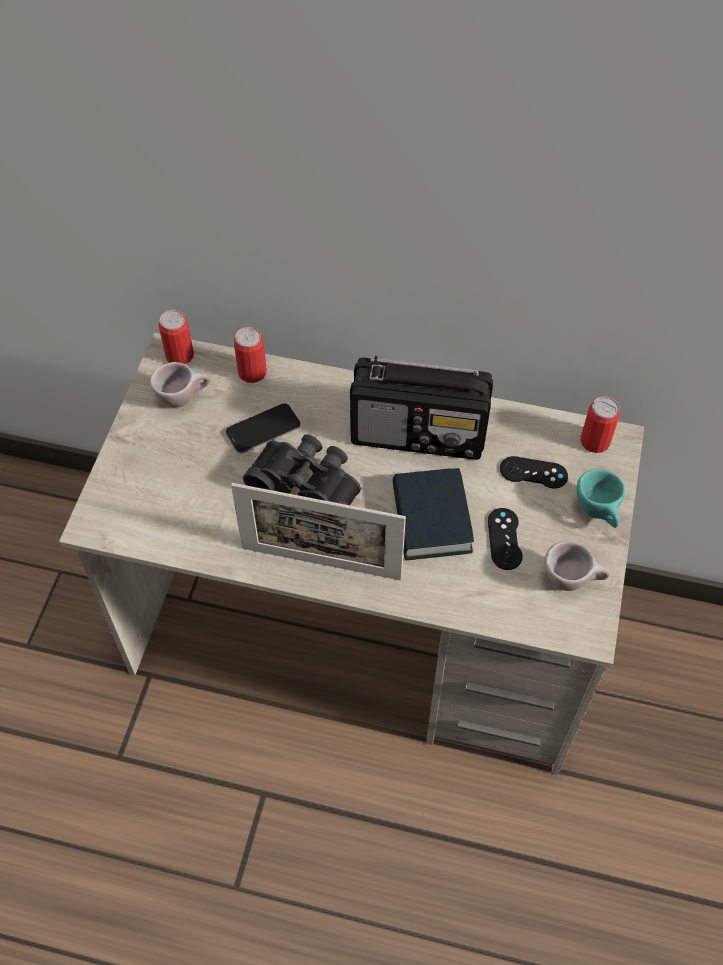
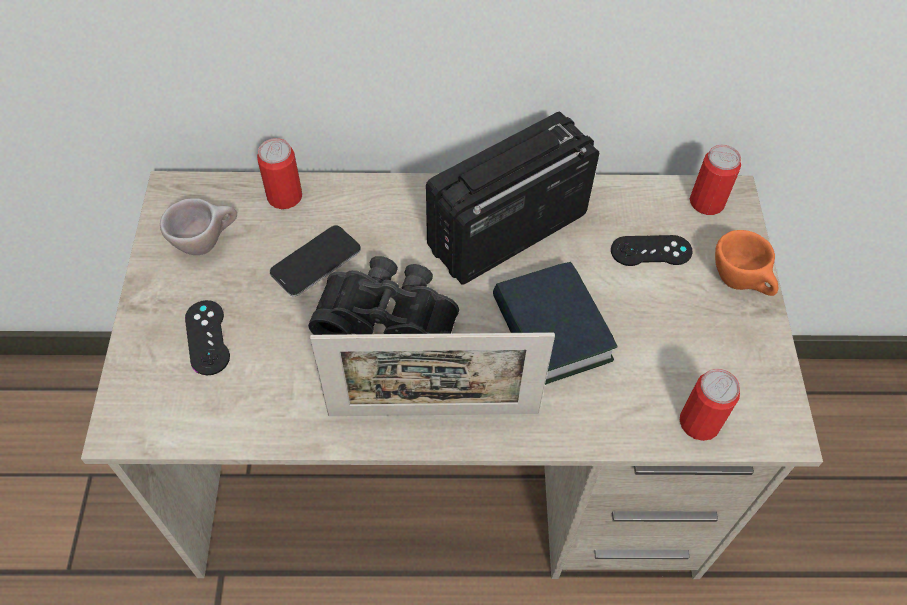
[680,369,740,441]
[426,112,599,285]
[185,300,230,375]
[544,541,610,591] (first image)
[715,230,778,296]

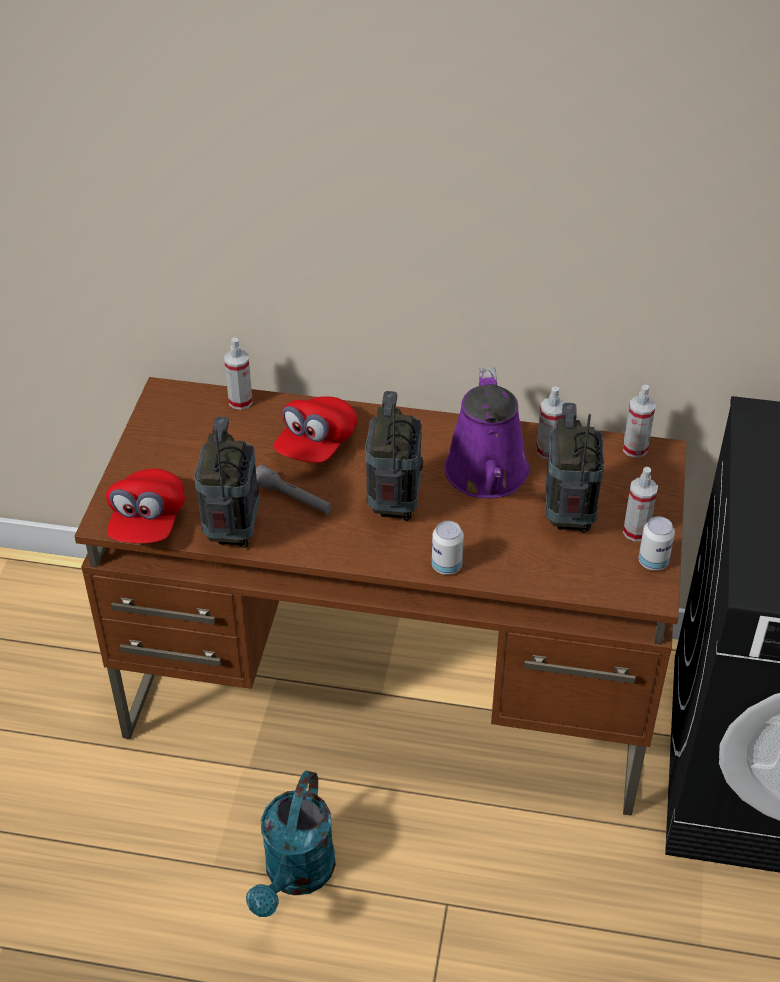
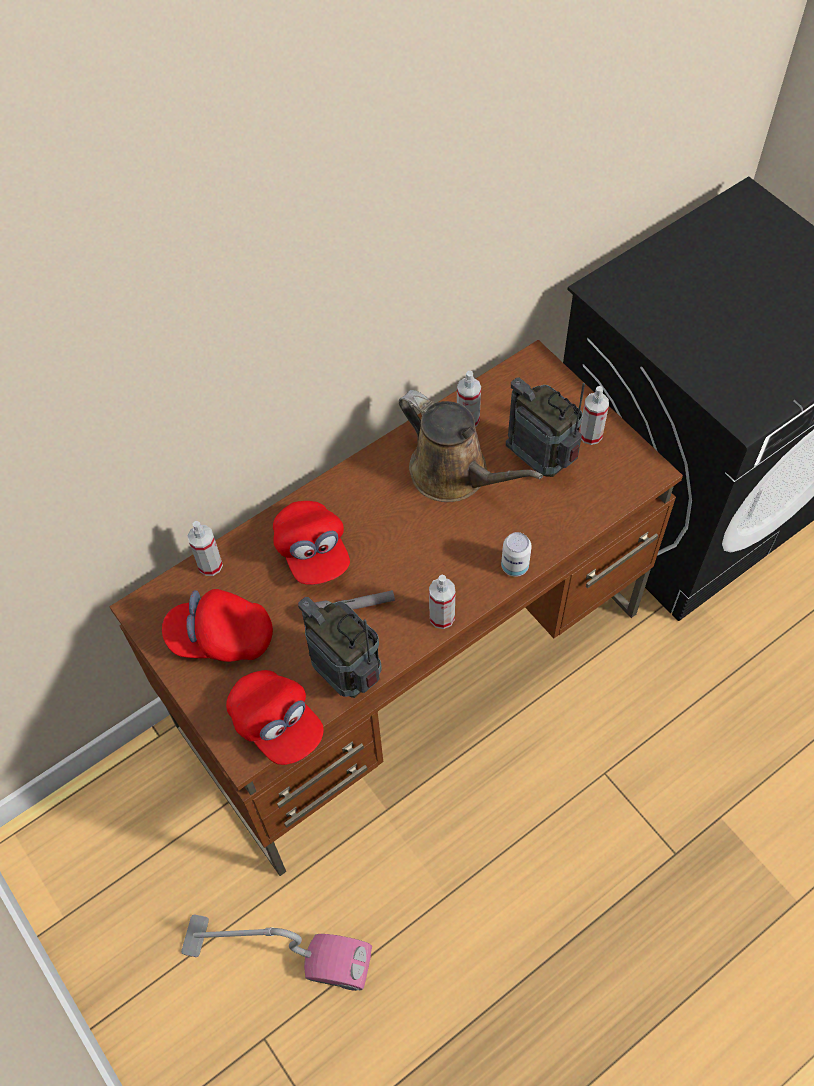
[246,770,336,917] (first image)
[365,391,423,521] (first image)
[399,390,543,502]
[429,575,455,629]
[638,517,675,571] (first image)
[162,589,273,662]
[181,914,372,991]

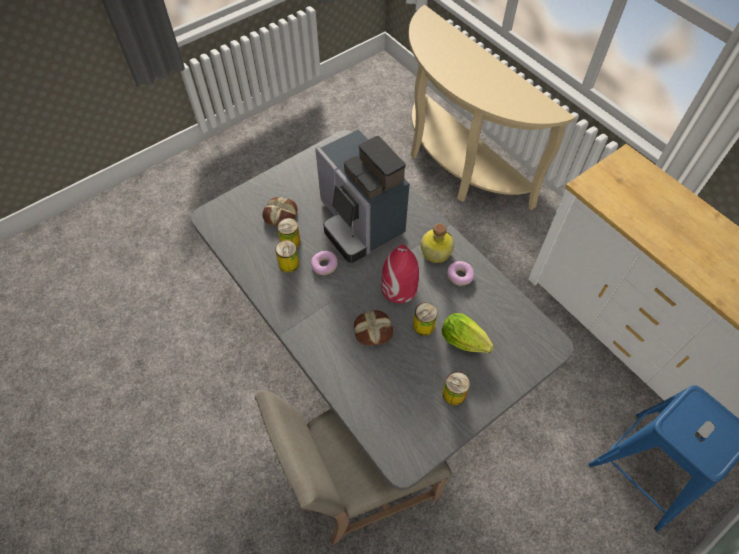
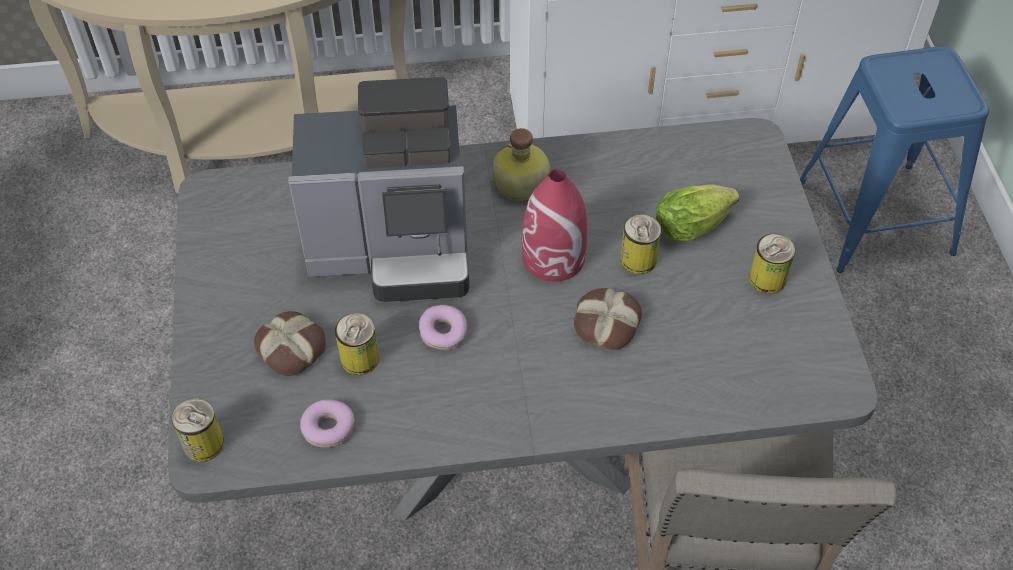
[172,398,224,462]
[300,399,355,447]

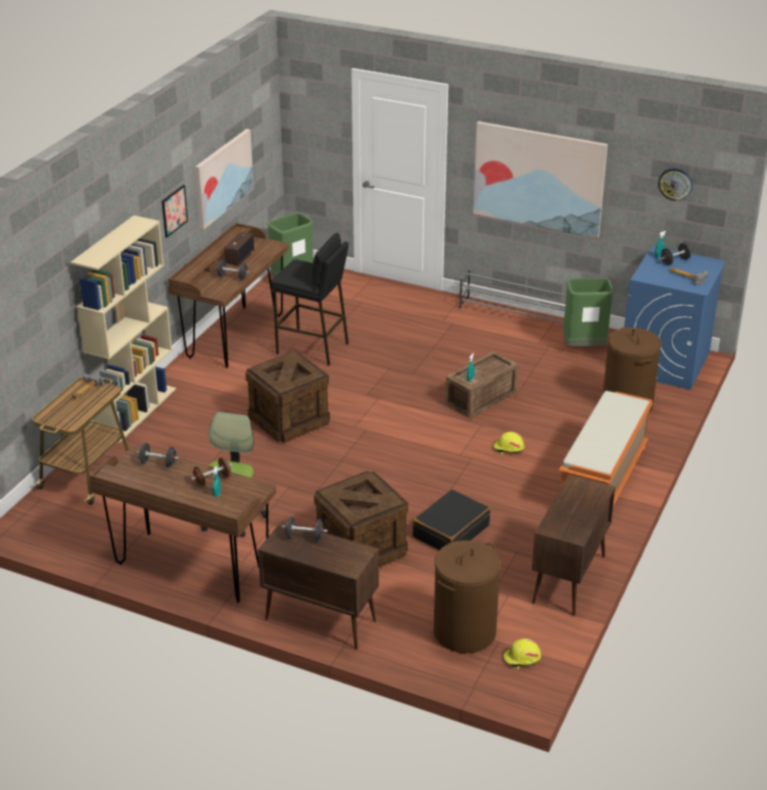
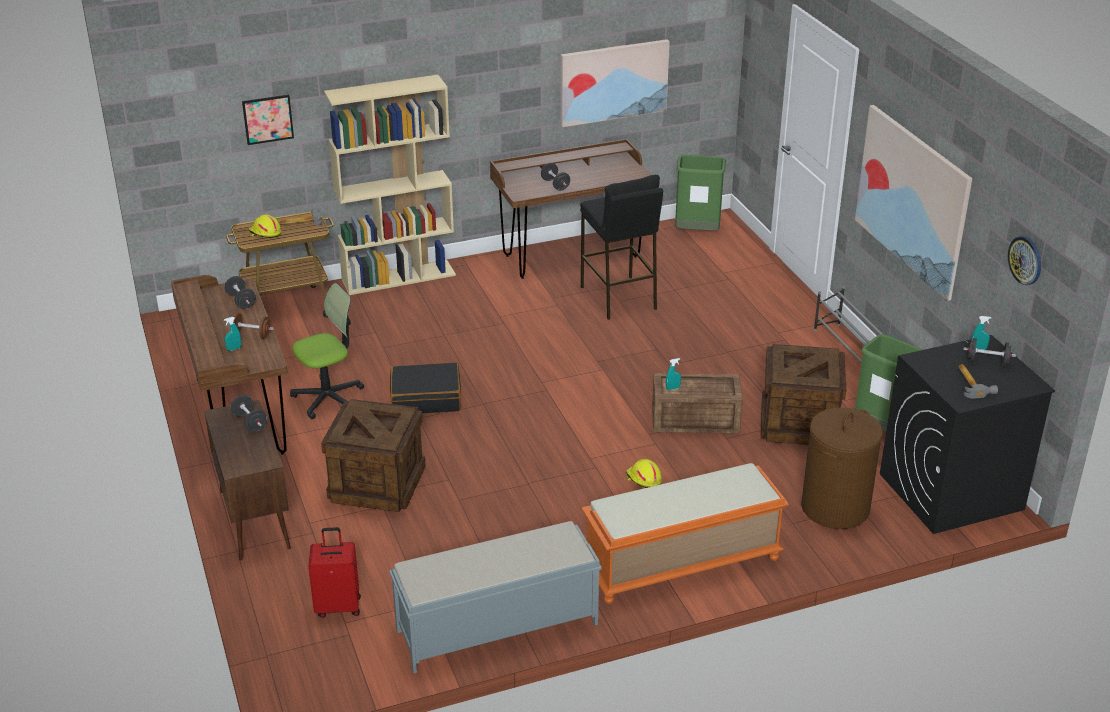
[242,95,294,145]
[225,232,254,266] (first image)
[761,344,846,445]
[390,362,461,414]
[308,527,361,618]
[249,215,281,238]
[389,521,602,673]
[880,335,1055,534]

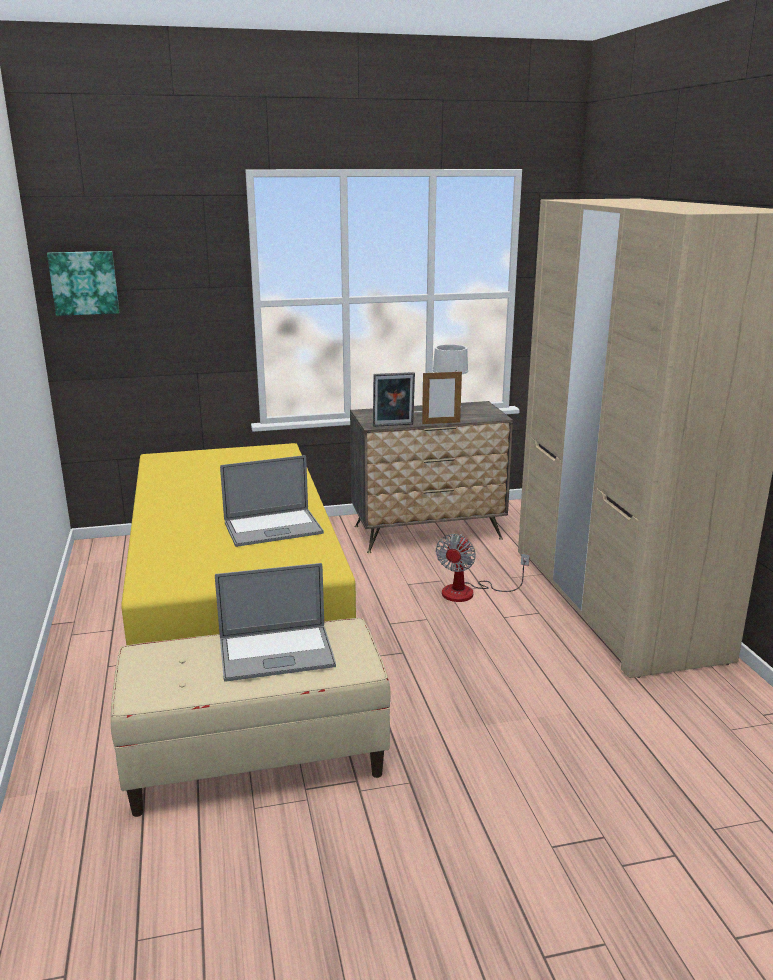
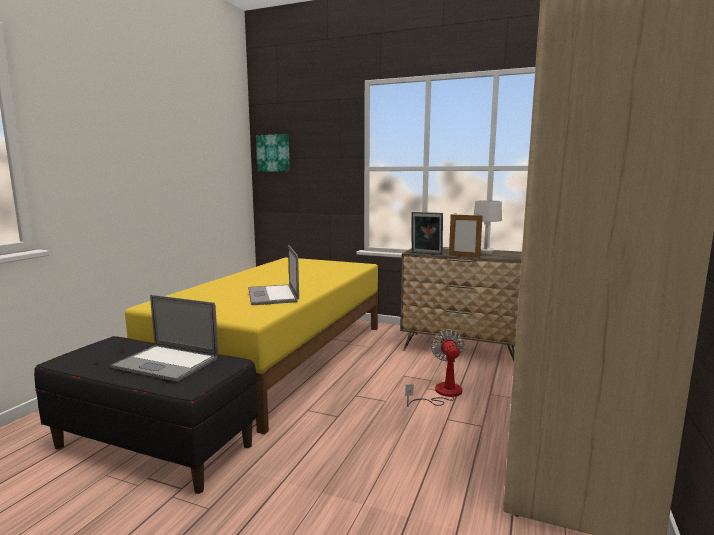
[34,336,258,494]
[248,245,299,305]
[405,329,464,407]

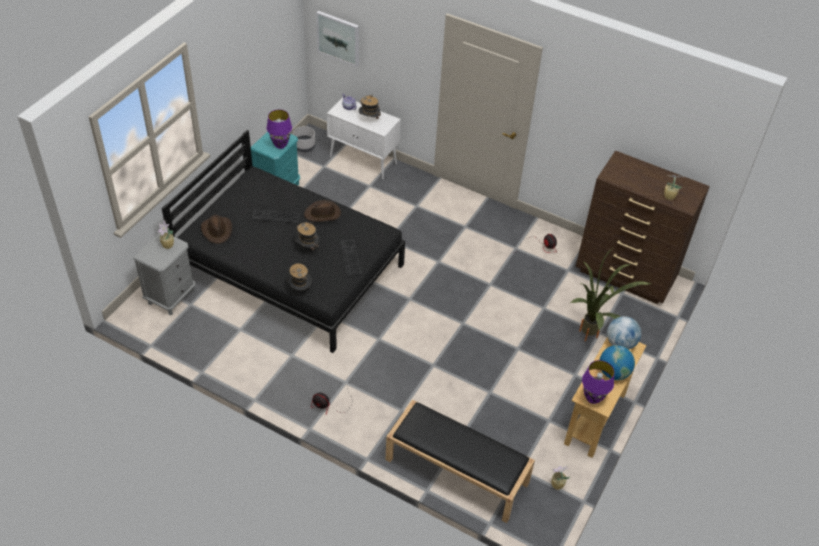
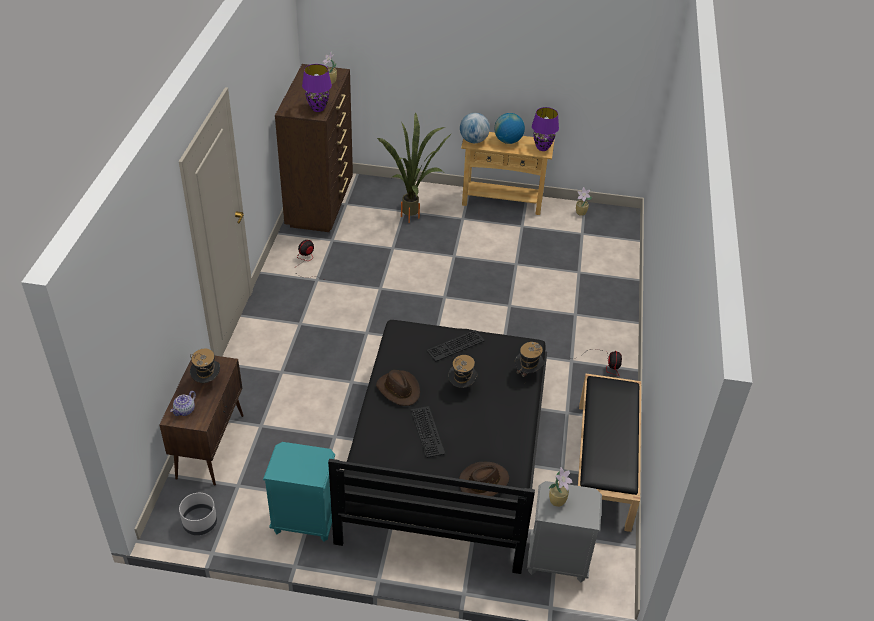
[302,64,332,112]
[316,11,359,67] (first image)
[159,356,244,486]
[578,374,641,532]

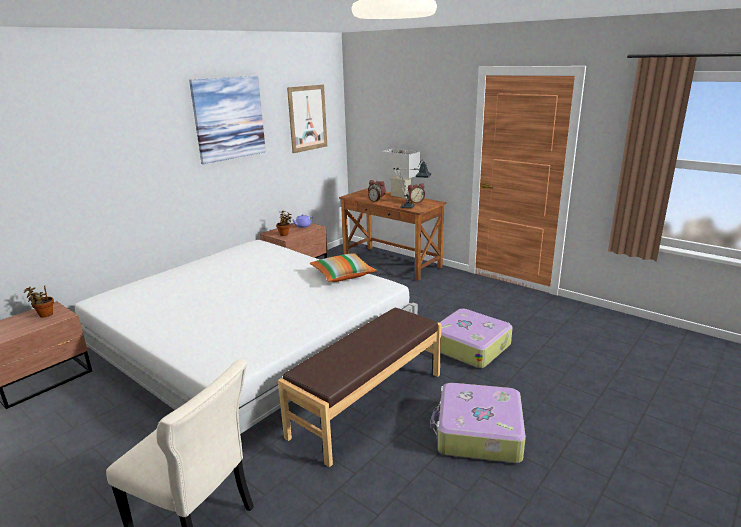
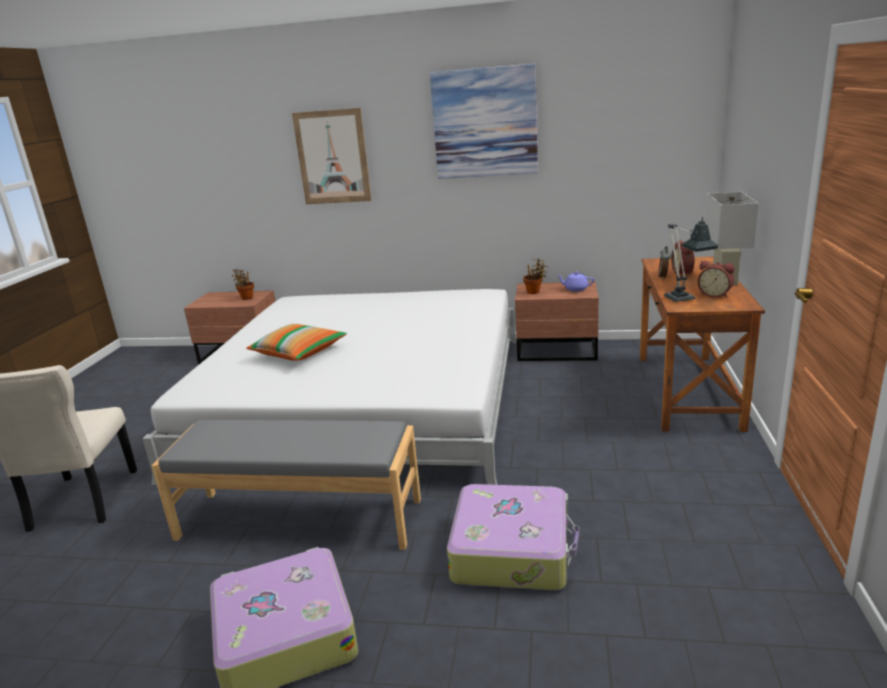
[152,420,421,550]
[292,108,372,204]
[246,324,347,361]

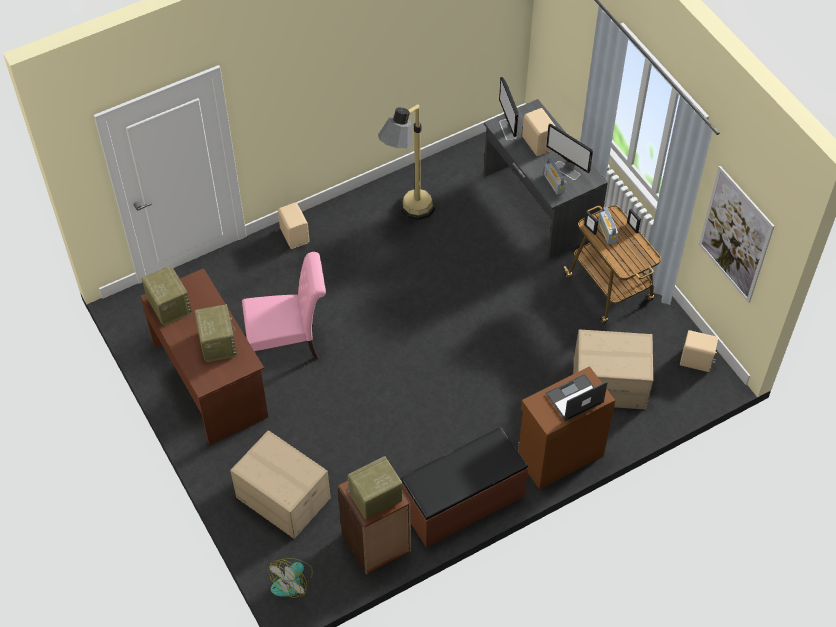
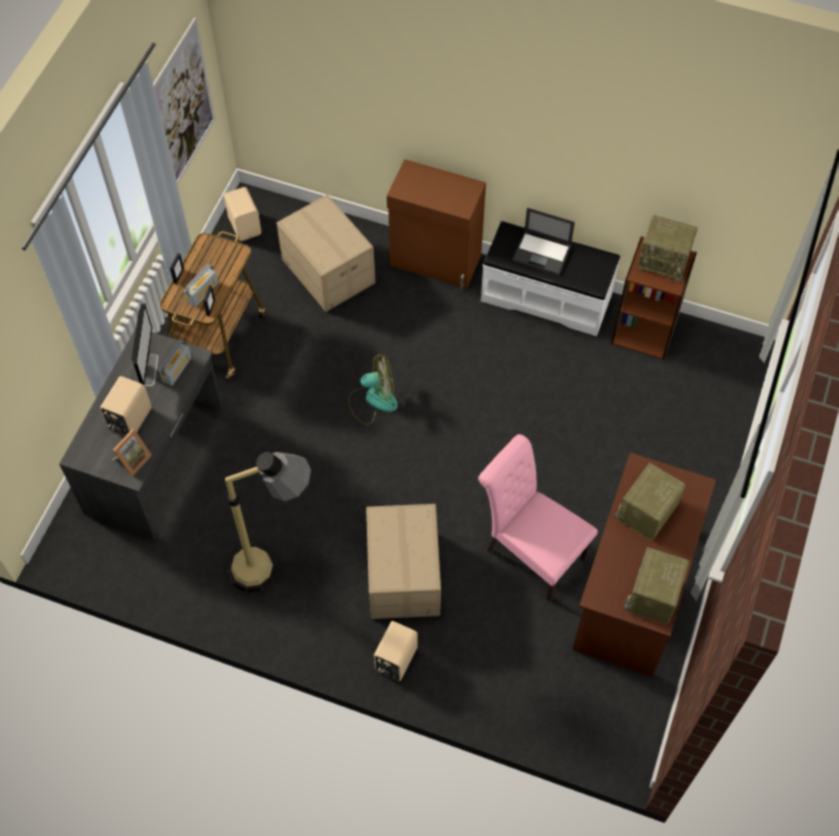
[366,504,441,619]
[348,354,398,425]
[481,221,620,336]
[112,429,152,476]
[512,208,575,275]

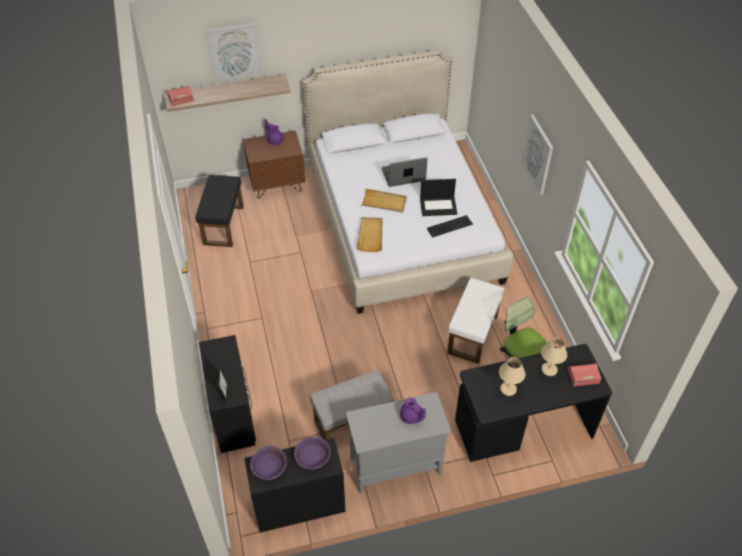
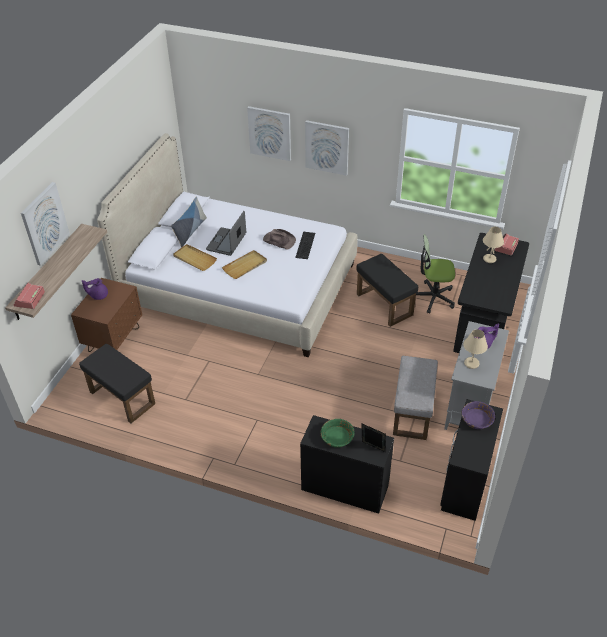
[250,446,287,480] (first image)
[173,244,217,271]
[263,229,296,250]
[356,254,418,327]
[463,329,488,369]
[171,197,207,248]
[247,106,291,161]
[321,419,355,448]

